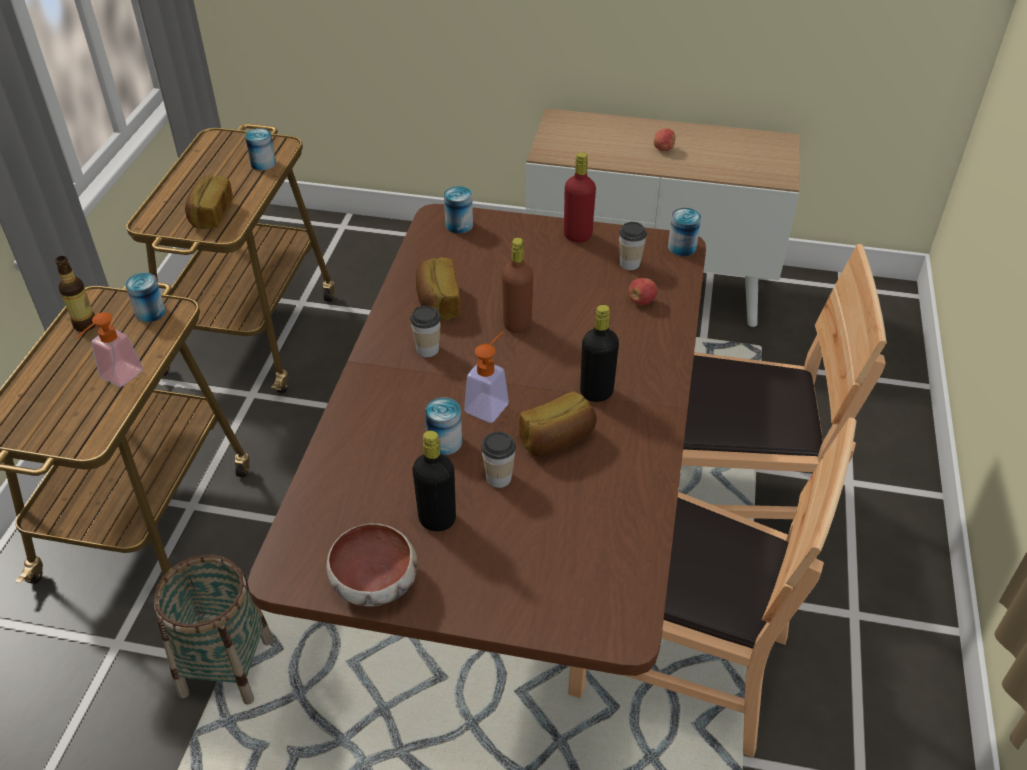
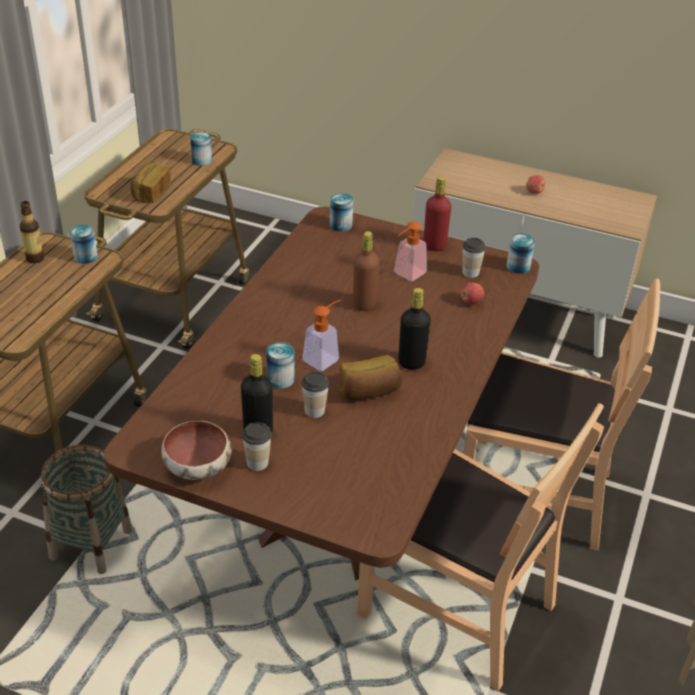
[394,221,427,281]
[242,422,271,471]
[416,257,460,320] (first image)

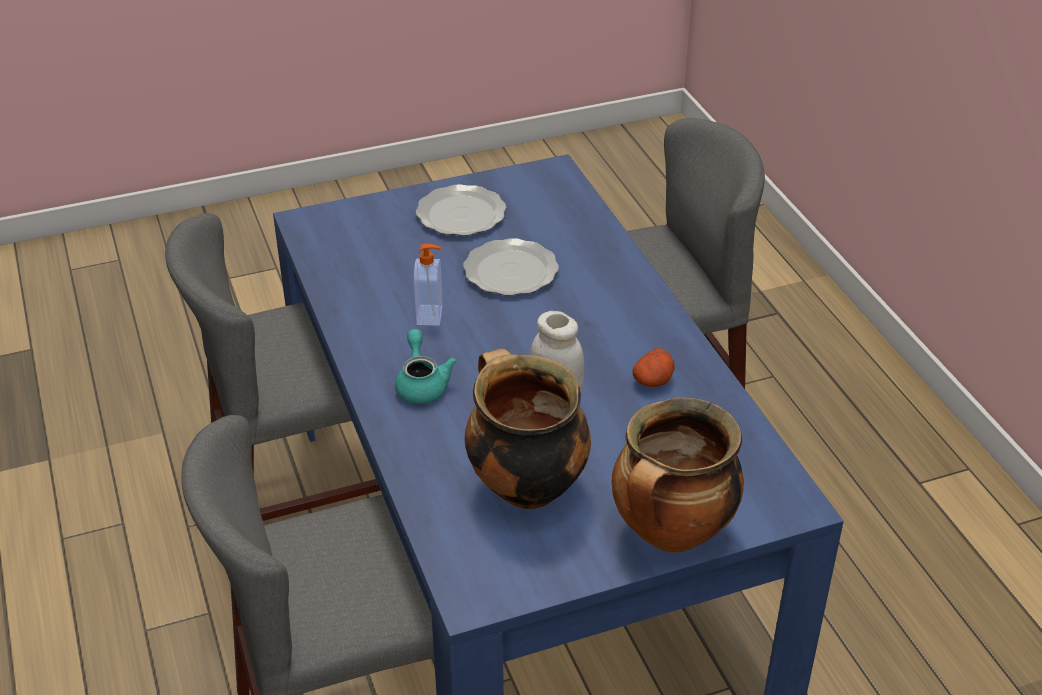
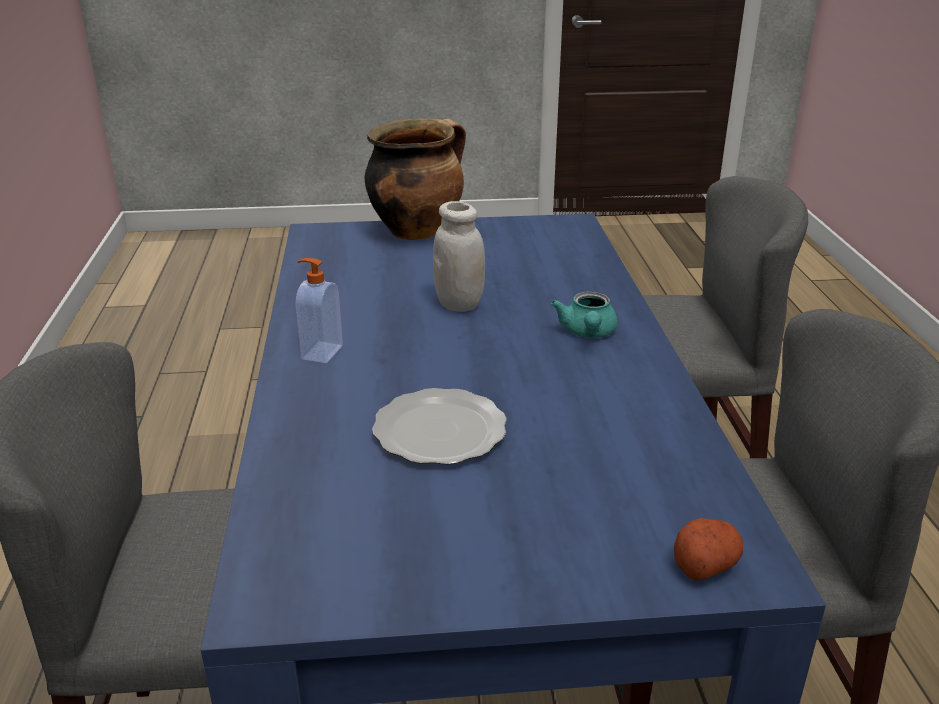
[296,258,343,363]
[416,184,506,236] (first image)
[464,349,591,509] (first image)
[674,518,743,581]

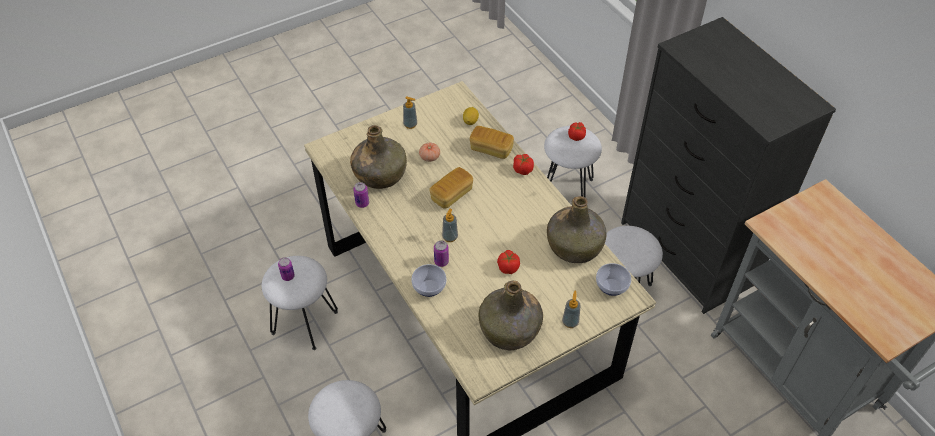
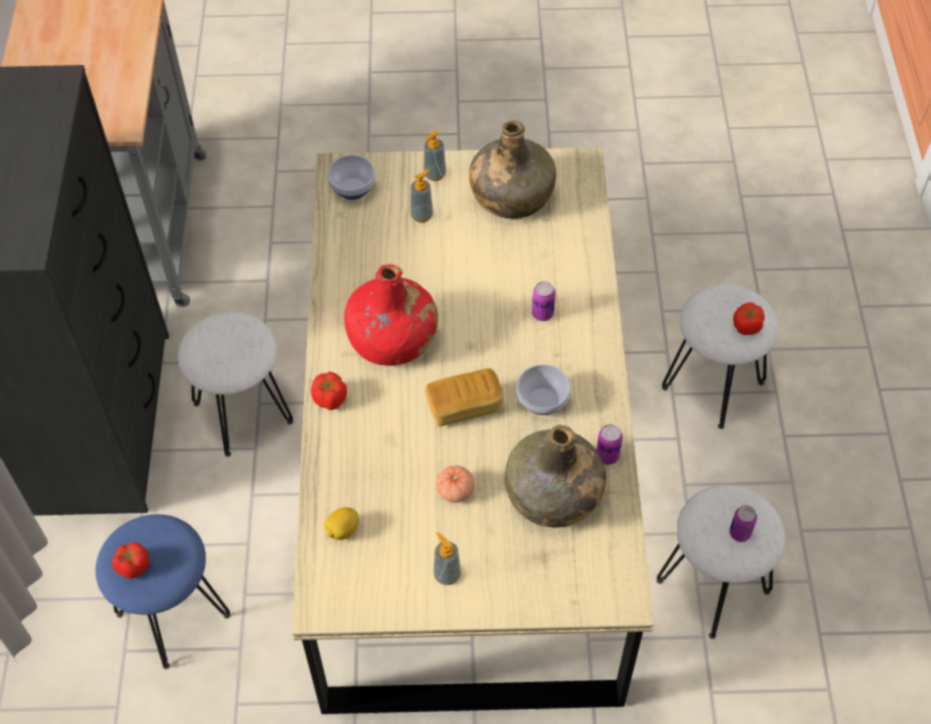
[516,364,571,415]
[410,169,433,223]
[470,126,514,159] (first image)
[733,302,765,335]
[95,514,231,669]
[547,196,607,263] (first image)
[344,264,438,366]

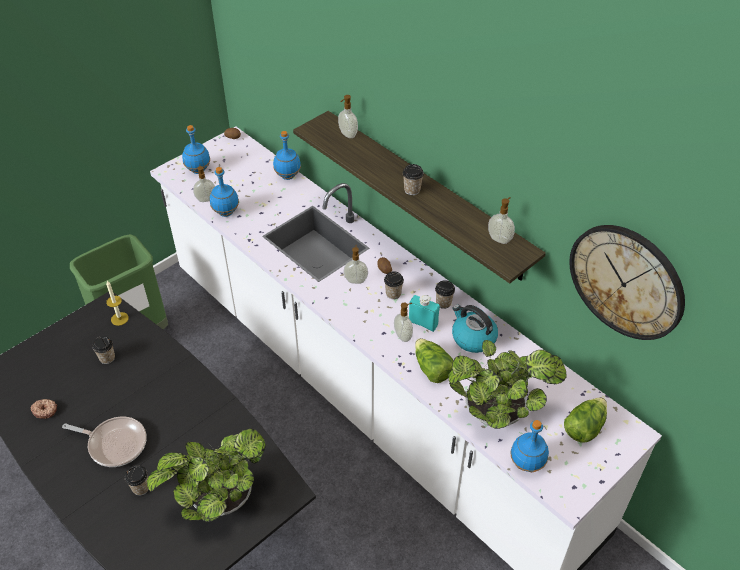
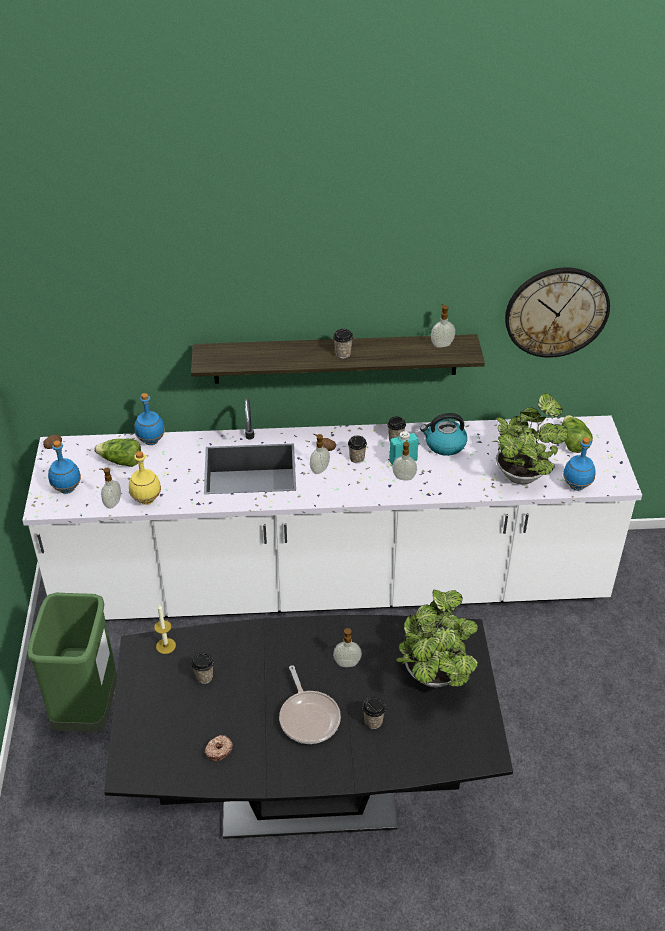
[279,665,341,744]
[129,451,161,505]
[333,628,362,667]
[94,439,141,467]

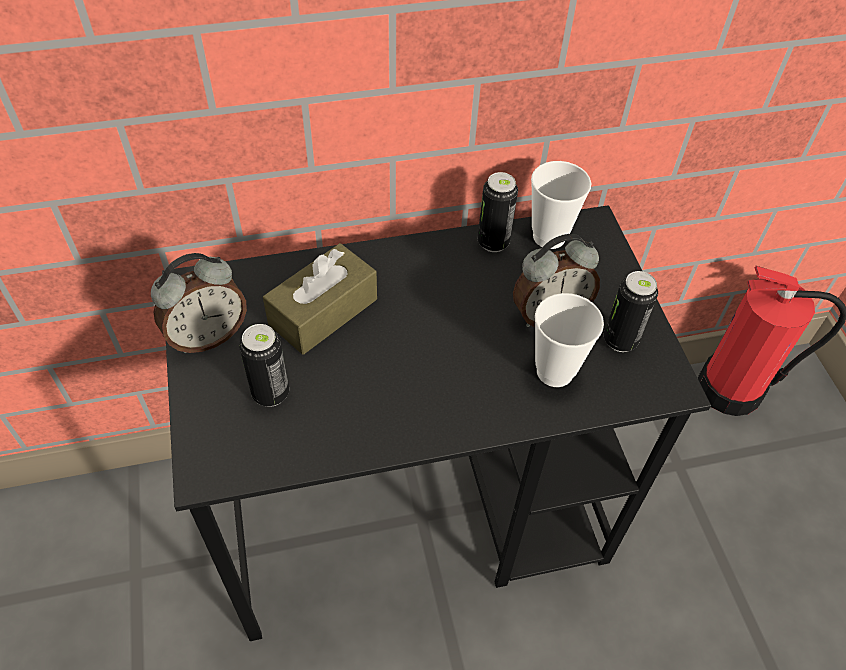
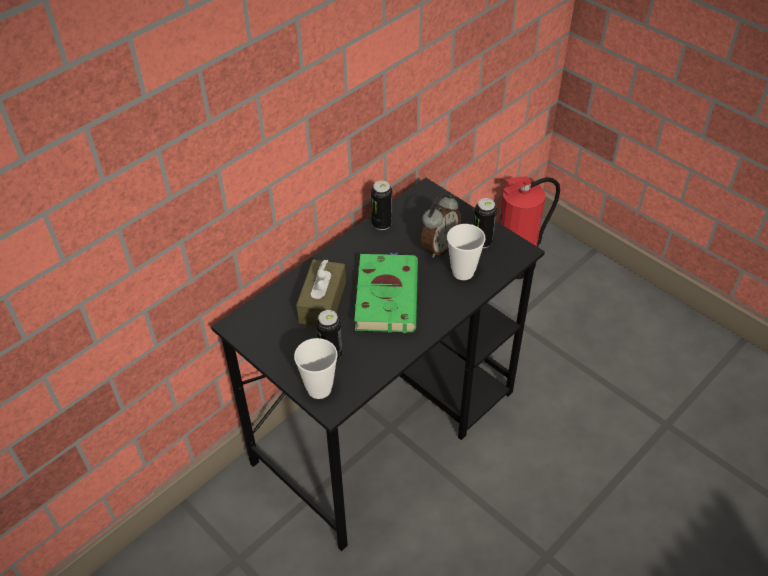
[151,253,247,353] (first image)
[294,338,338,399]
[354,253,418,333]

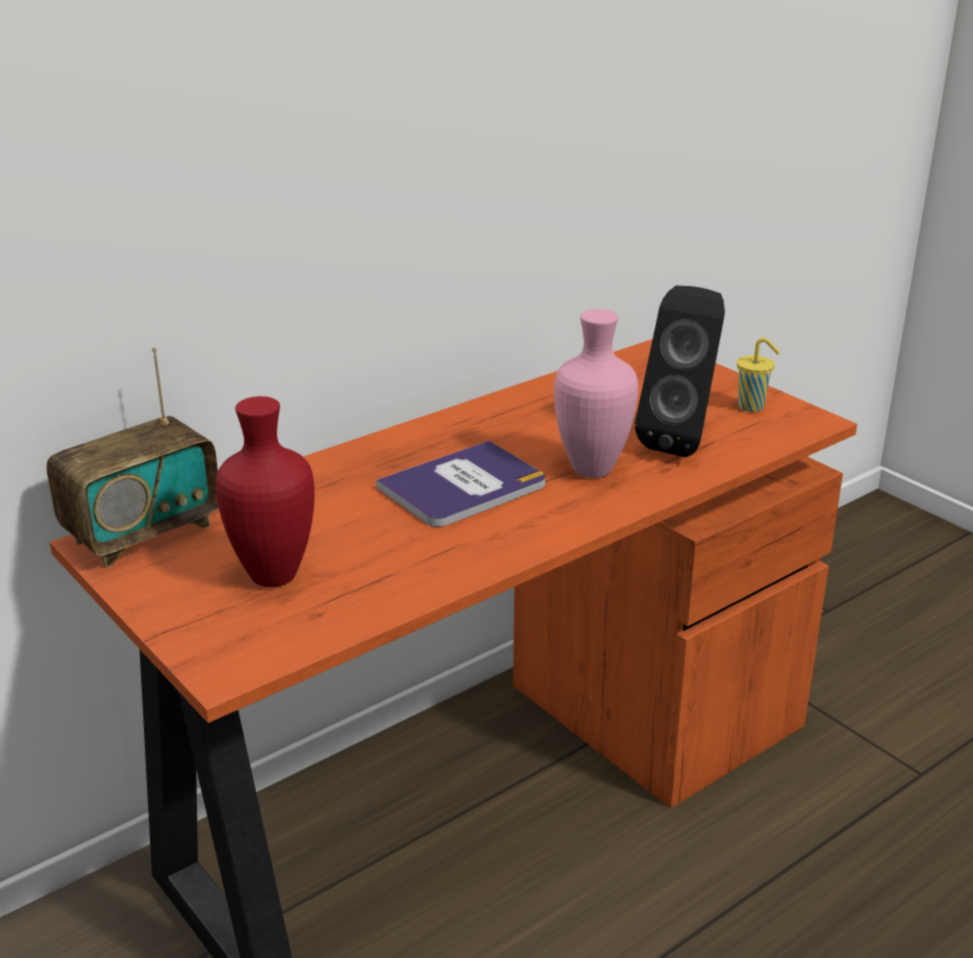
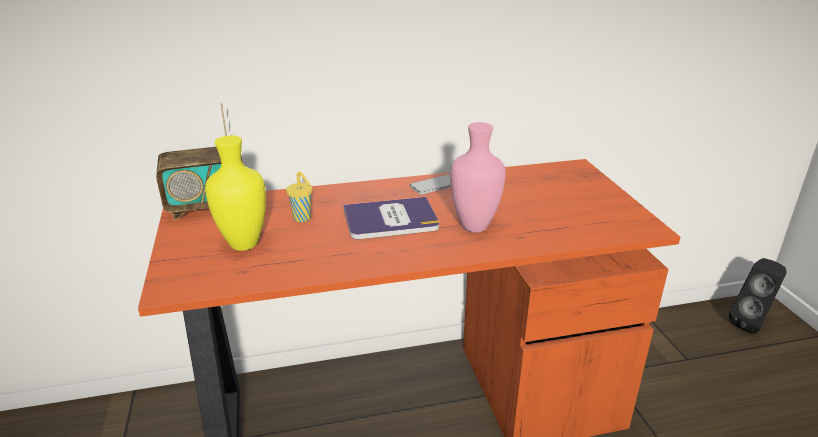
[205,136,266,251]
[729,258,787,334]
[286,172,312,222]
[410,175,451,194]

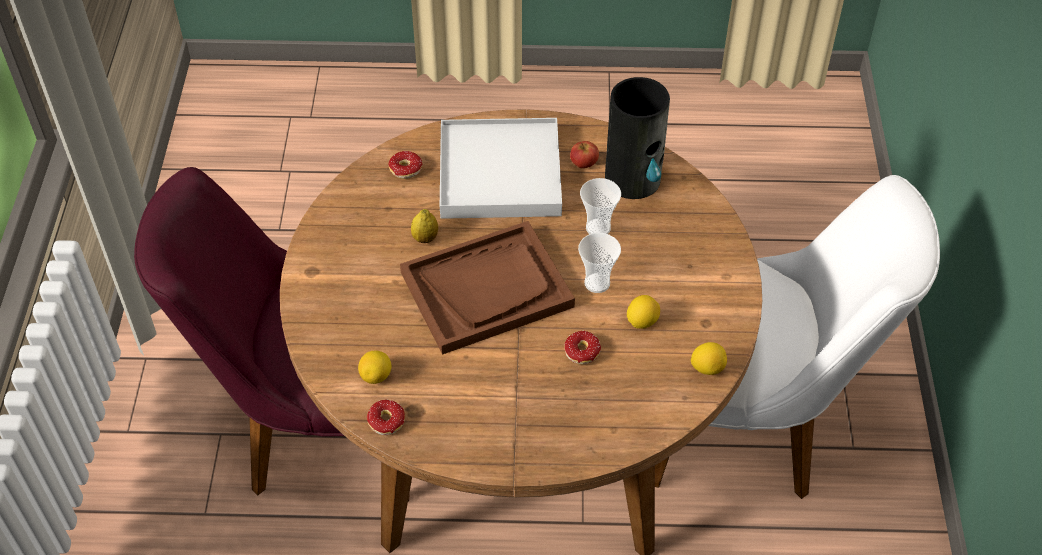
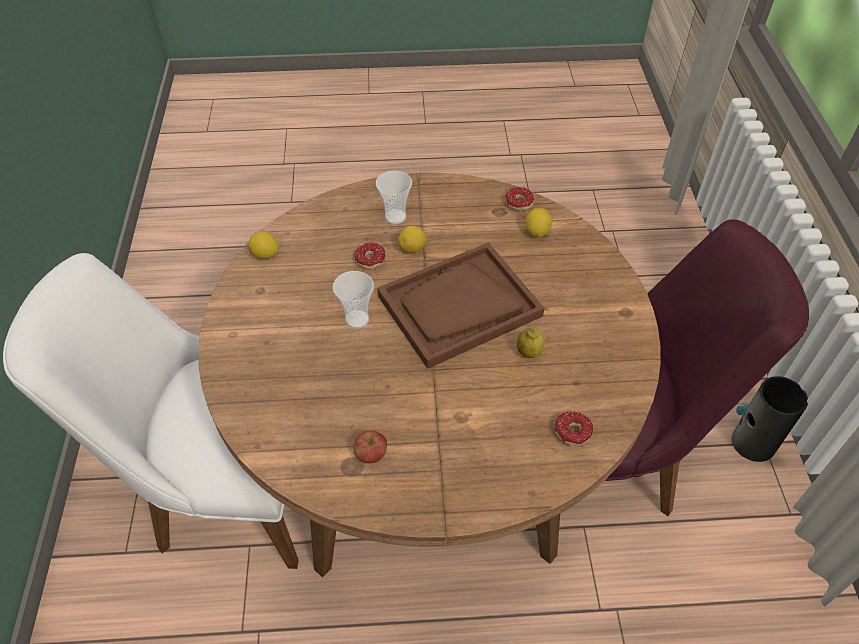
[440,118,562,219] (first image)
[376,171,412,224]
[732,376,808,462]
[398,226,426,253]

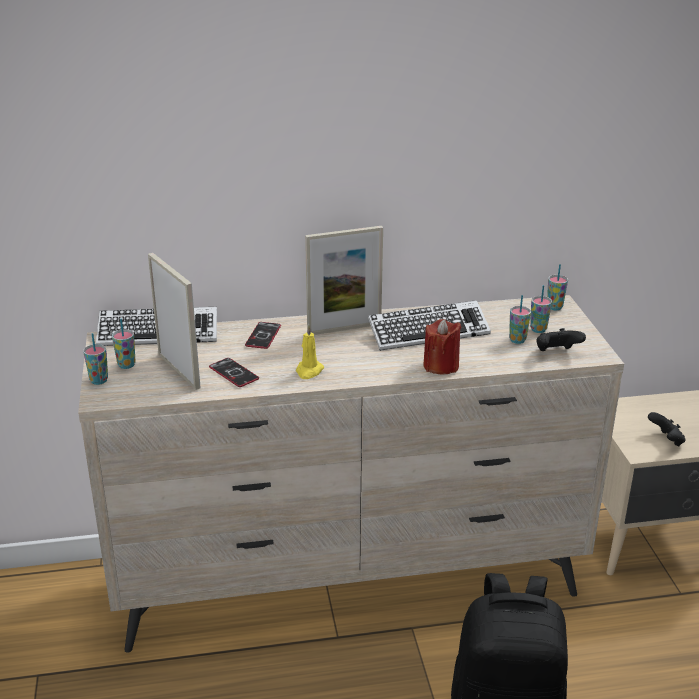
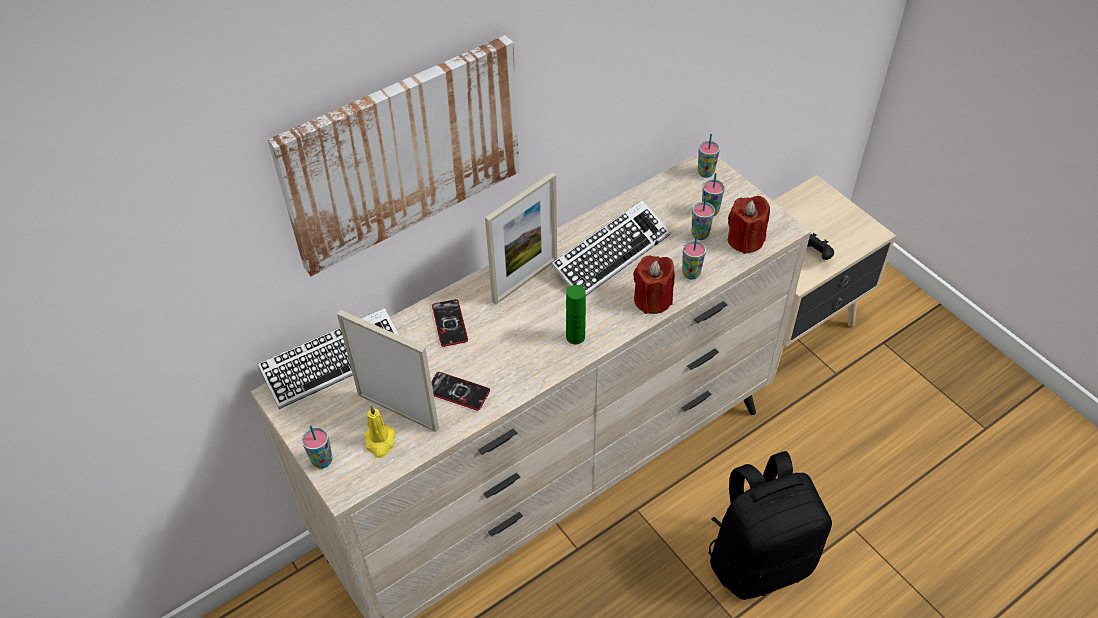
[682,235,706,280]
[364,406,395,458]
[728,196,770,254]
[268,35,520,276]
[566,285,586,344]

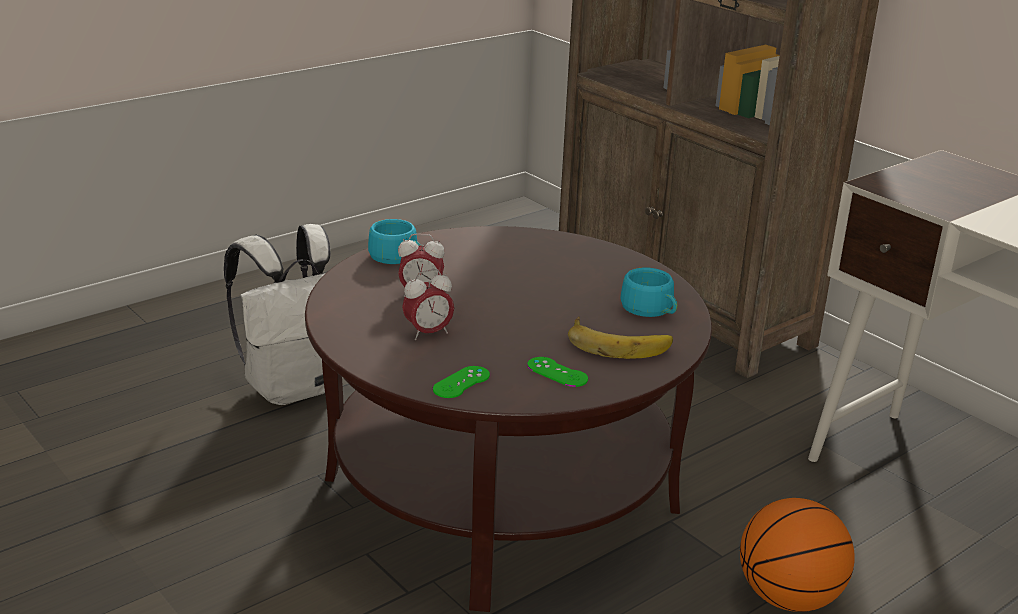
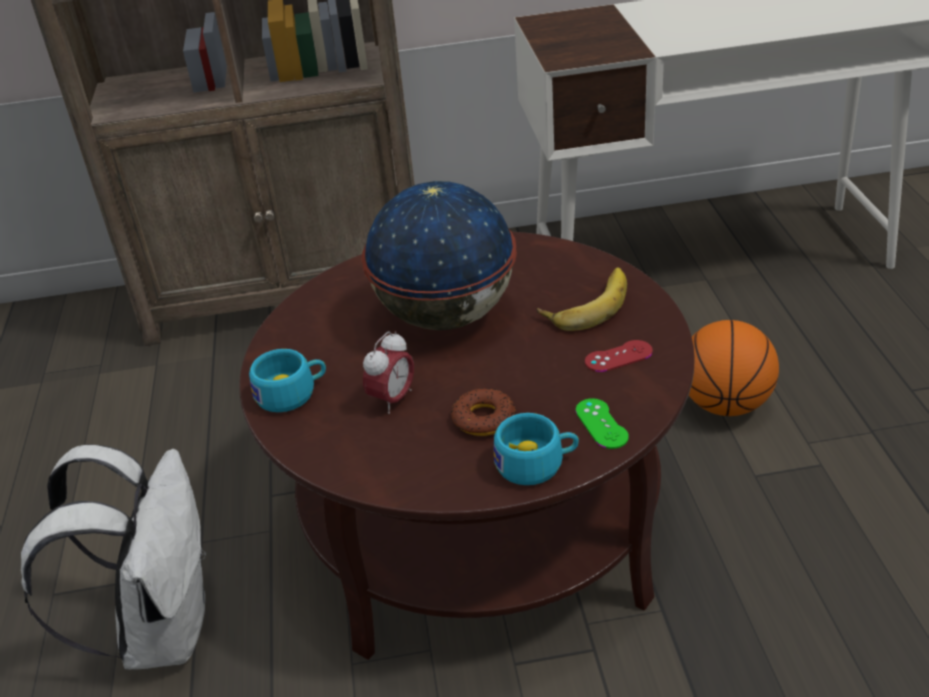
[451,388,516,436]
[585,340,653,372]
[494,413,579,485]
[362,181,517,330]

